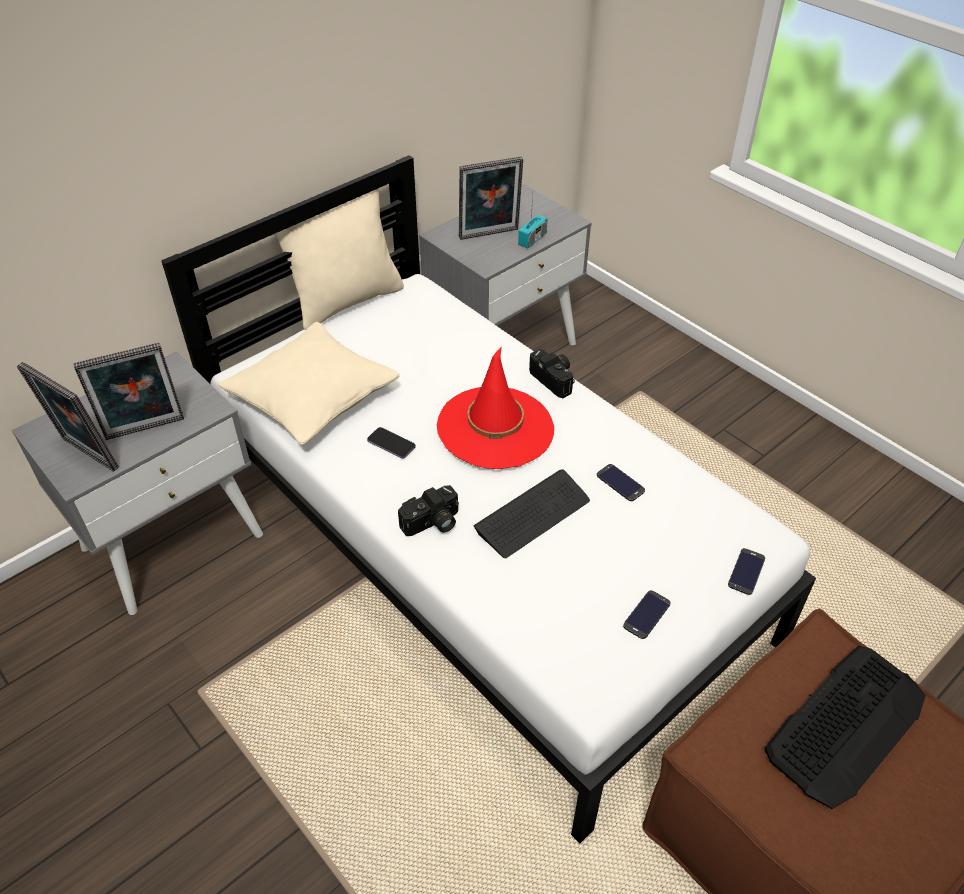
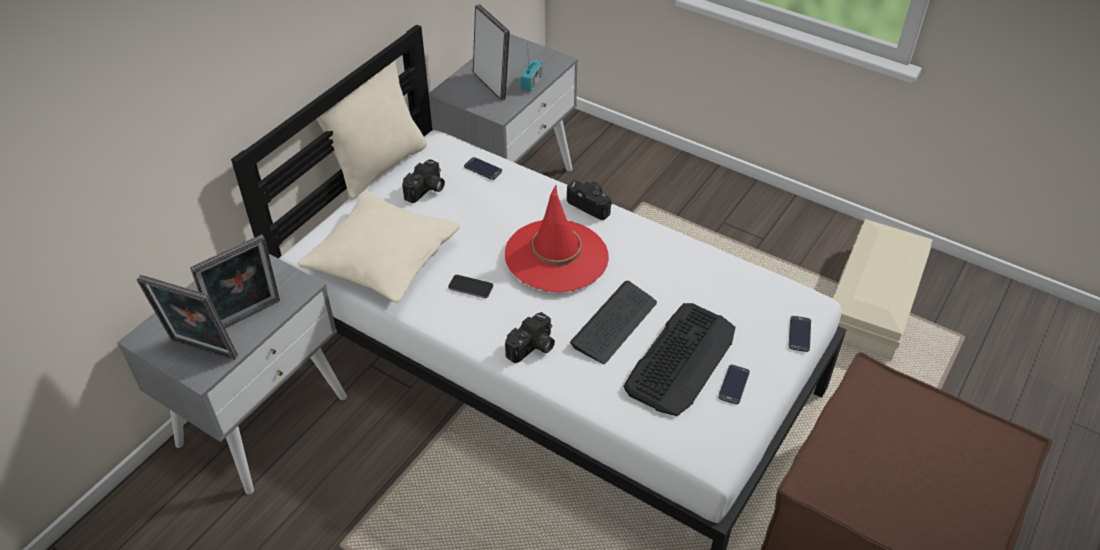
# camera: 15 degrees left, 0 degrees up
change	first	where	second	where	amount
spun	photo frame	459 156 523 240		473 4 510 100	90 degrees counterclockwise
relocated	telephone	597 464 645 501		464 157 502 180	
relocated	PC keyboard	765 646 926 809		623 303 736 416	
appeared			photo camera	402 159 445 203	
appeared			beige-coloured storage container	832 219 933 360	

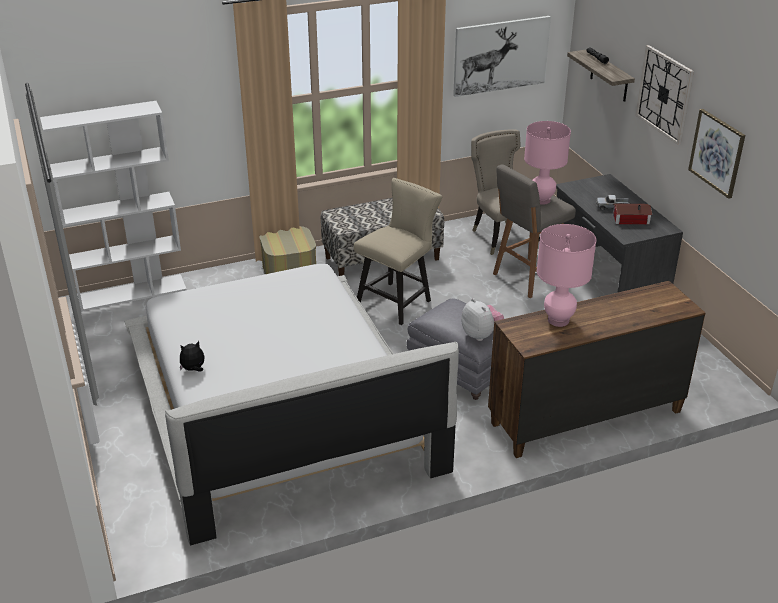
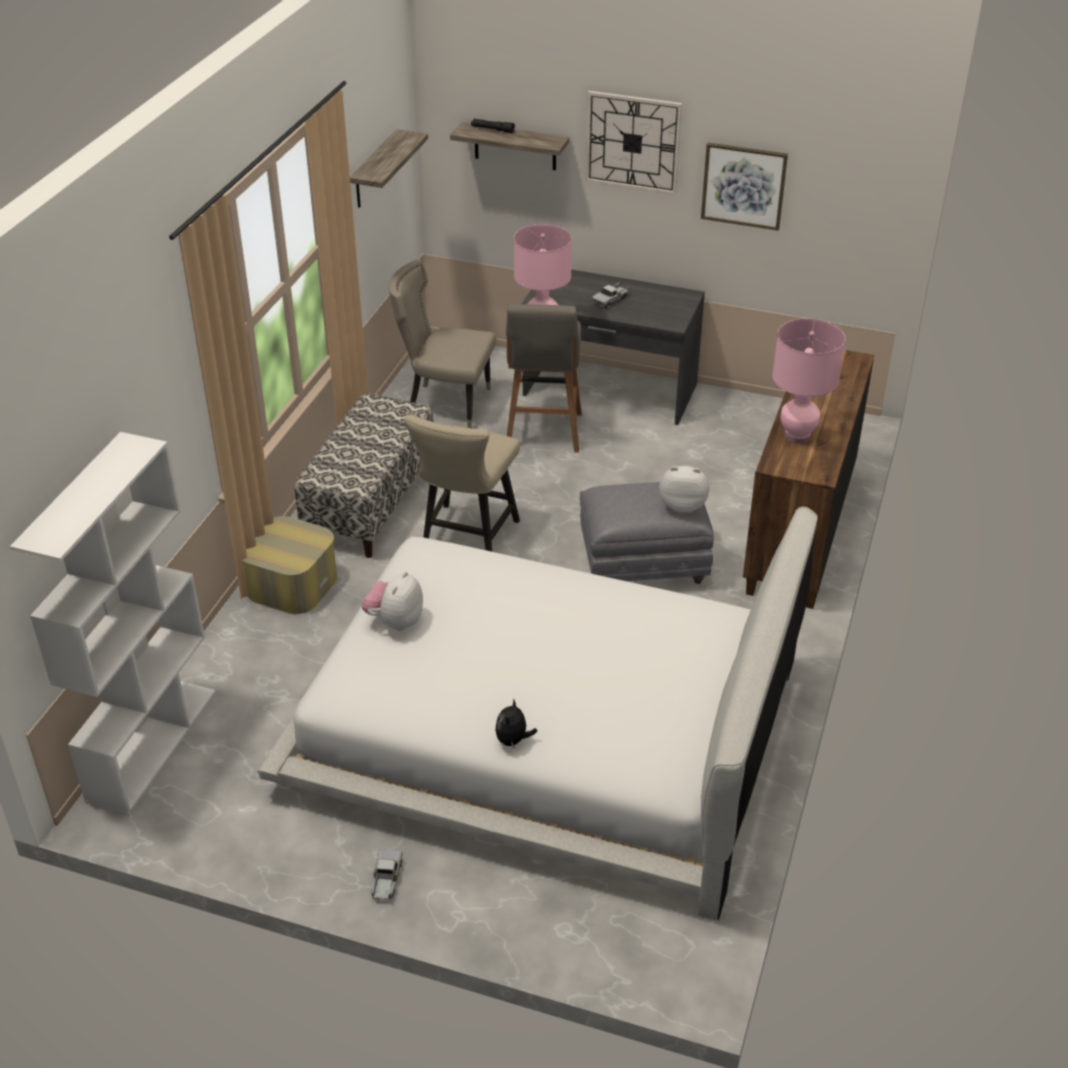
# camera: 50 degrees left, 5 degrees up
change	first	where	second	where	amount
exchanged	wall picture	453 16 551 97	shelf	350 129 428 208	
spun	beige-coloured upright chair	354 178 442 325		403 414 520 552	150 degrees counterclockwise
missing	toy house	613 204 652 225			
appeared			cuddly toy	362 572 423 631	
appeared			toy truck	371 849 403 901	

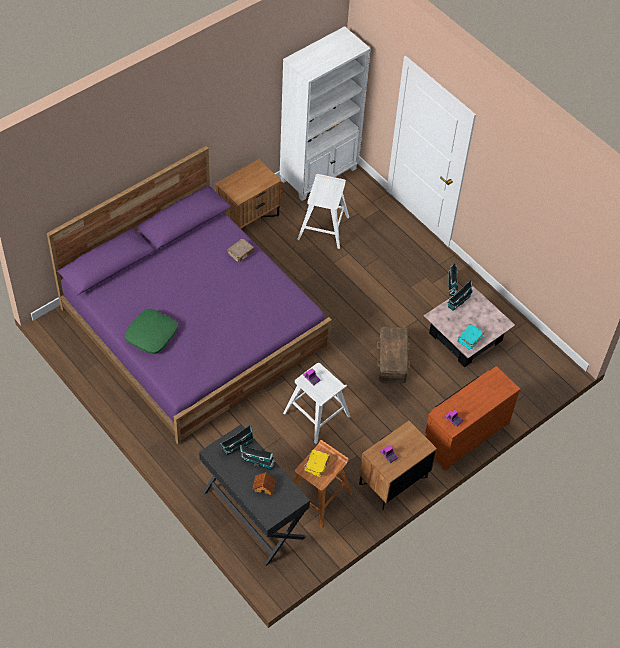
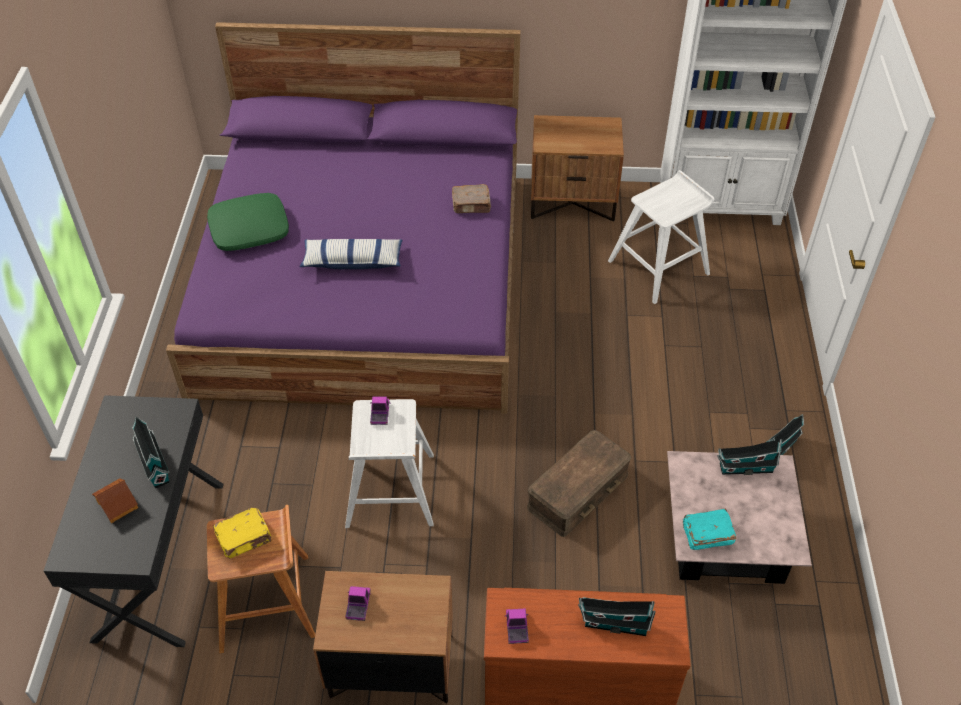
# camera: 45 degrees right, 5 degrees down
change	first	where	second	where	amount
relocated	toy house	220 425 254 455		578 597 656 636	
appeared			cushion	299 239 402 269	

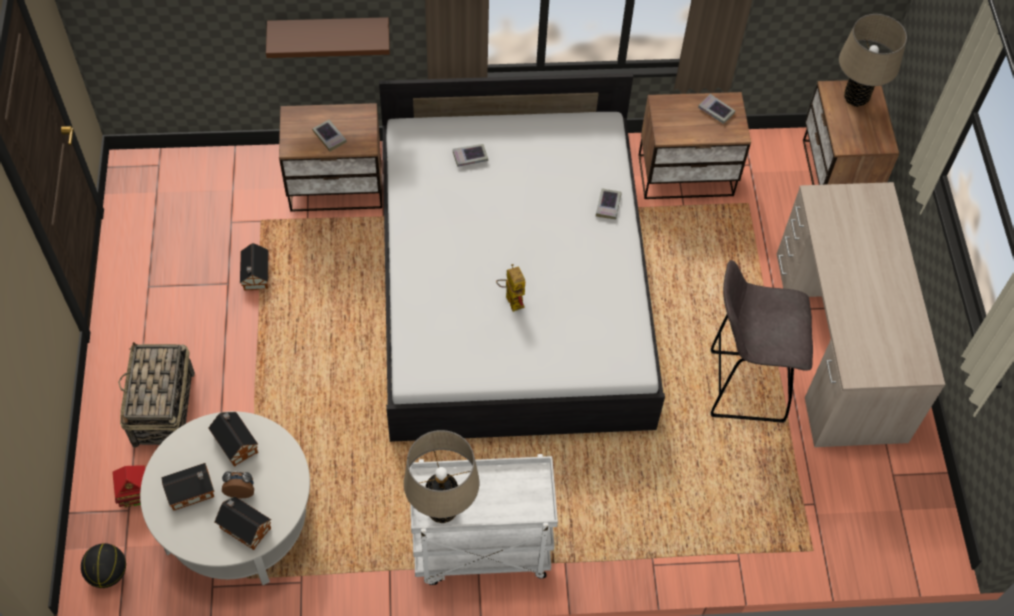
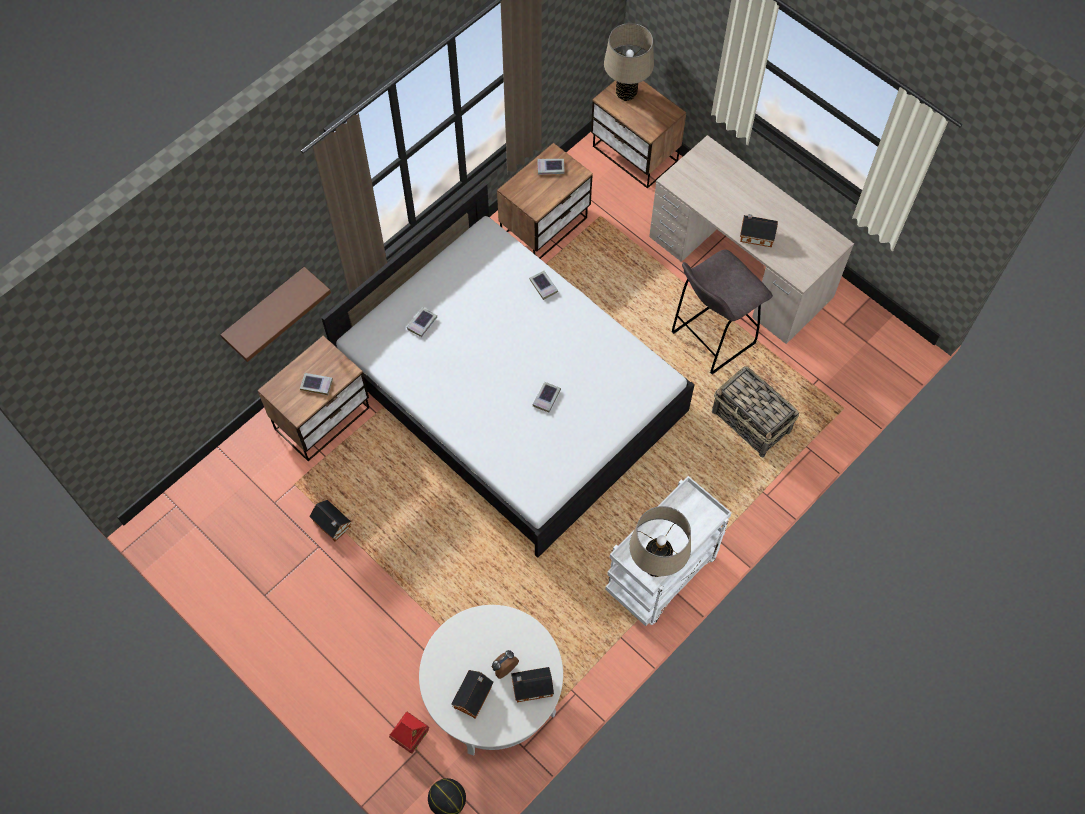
# camera: 40 degrees left, 5 degrees up
change	first	where	second	where	amount
exchanged	robot figure	496 264 525 312	book	533 382 561 412	
relocated	storage basket	118 342 195 447		712 367 799 457	
relocated	toy house	208 412 258 467		740 214 778 247	

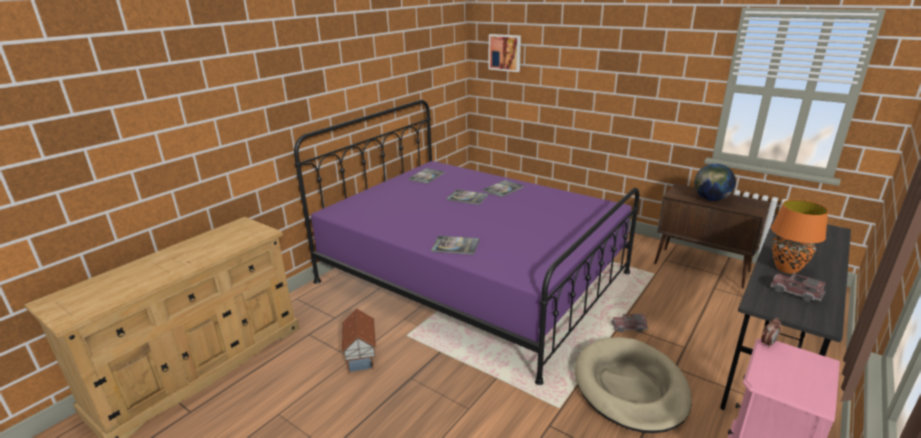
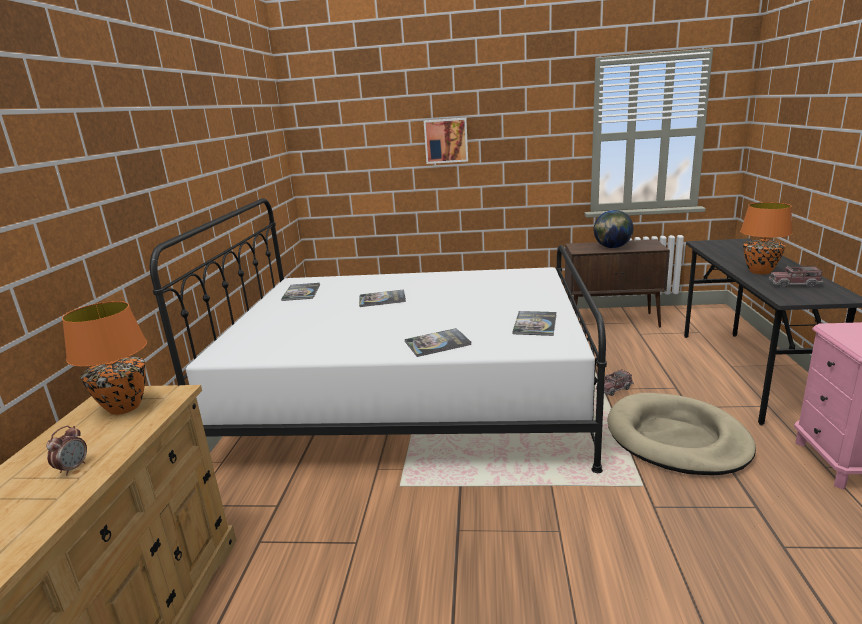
# camera: 30 degrees left, 5 degrees down
change	first	where	second	where	amount
relocated	wall picture	489 34 521 72		424 118 468 164	
colour	purplish bedroom bed	294 100 639 385	white bedroom bed	150 198 607 473	
relocated	book	483 180 524 197		512 311 557 336	
missing	toy house	341 308 377 373			
relocated	table clock	761 318 781 348		46 426 87 476	
appeared			orange-coloured tabletop lamp	62 301 147 415	

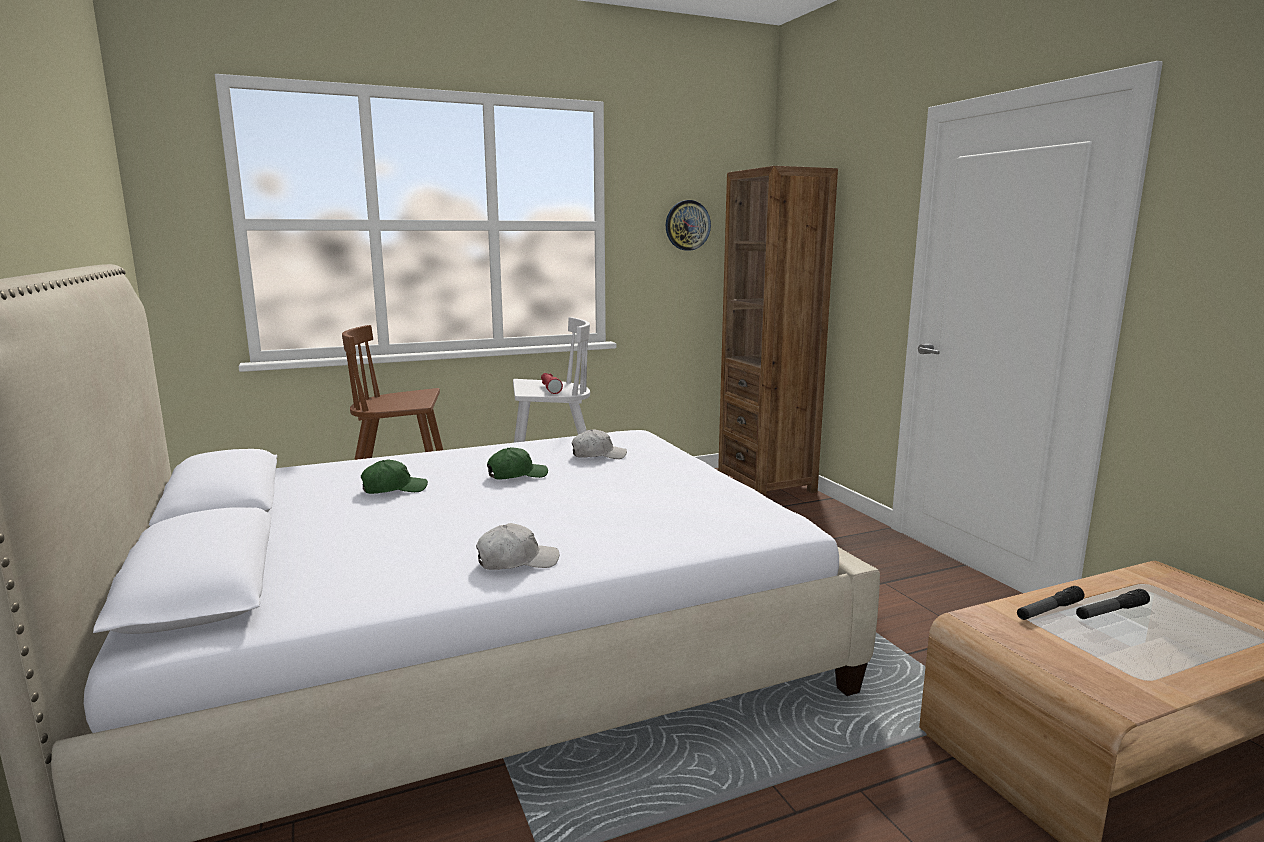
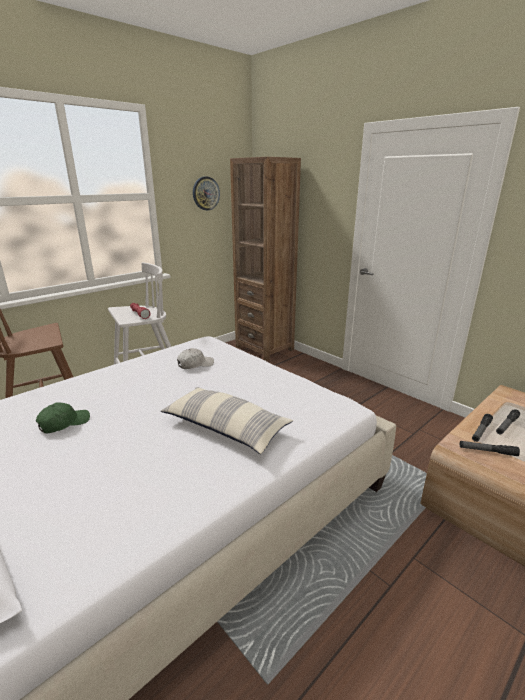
# camera: 20 degrees left, 10 degrees up
change	first	where	second	where	amount
missing	green-coloured baseball cap	487 447 548 480			
missing	white baseball cap	476 523 559 570			
appeared			cushion	161 387 293 454	
appeared			torch	460 441 520 456	

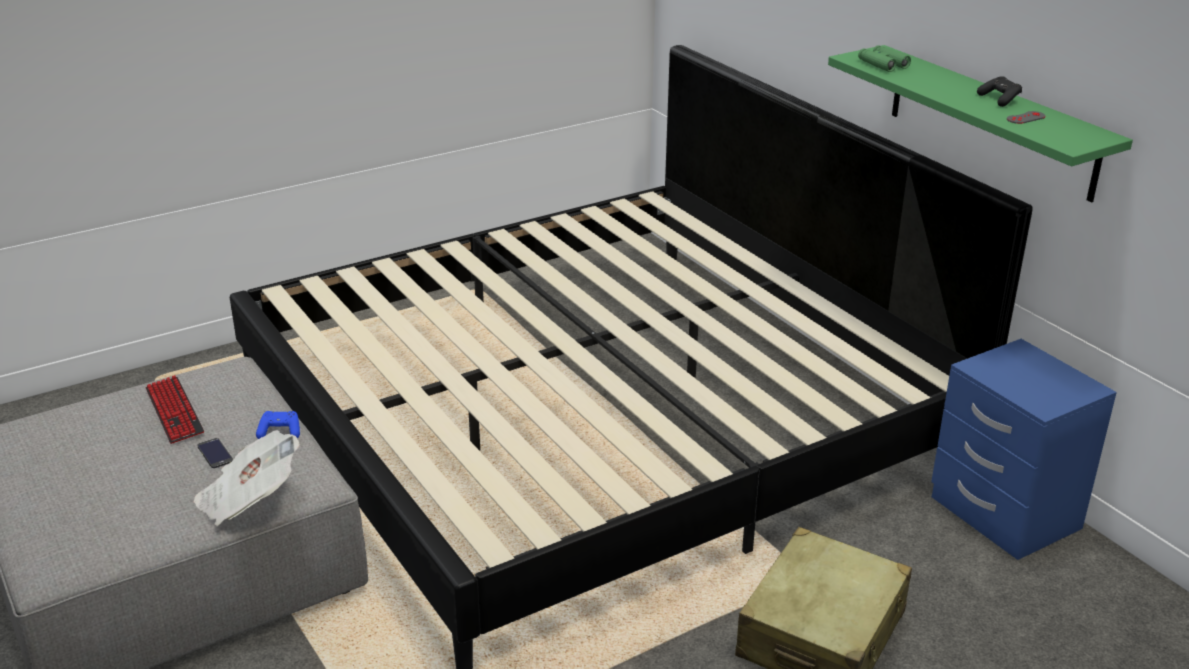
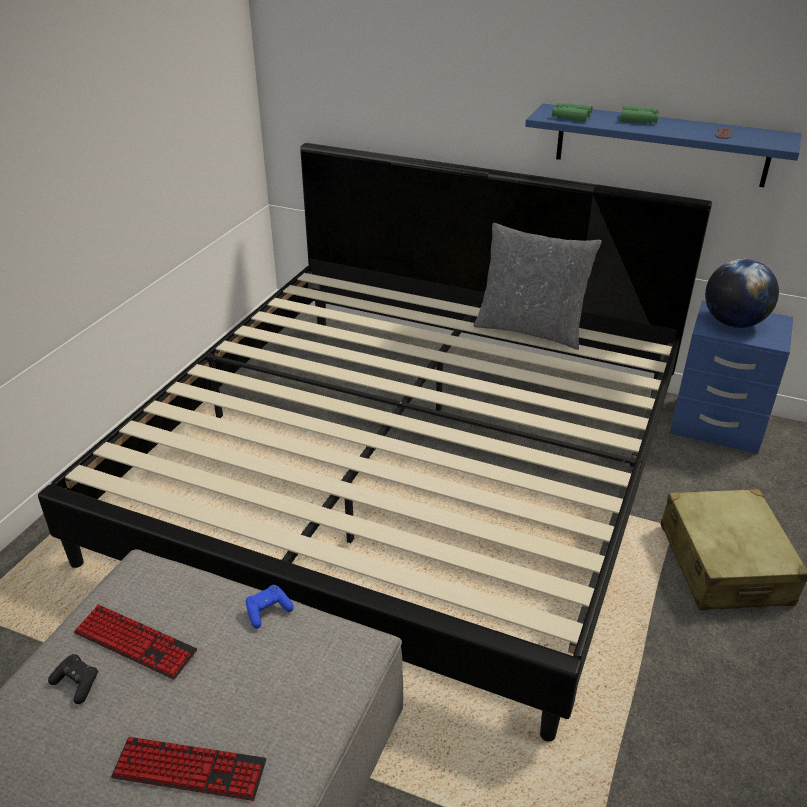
# camera: 35 degrees left, 5 degrees up
change	first	where	second	where	amount
colour	green-coloured shelf	828 45 1133 203	blue shelf	525 104 802 187	
relocated	black joypad	977 76 1022 107		48 654 98 704	
missing	newspaper	194 430 300 526			
missing	telephone	197 438 233 468			
appeared			green-coloured pair of binoculars	620 105 659 123	
appeared			greyish cushion	474 223 602 350	
appeared			desk globe	705 259 779 328	
appeared			PC keyboard	111 737 266 801	

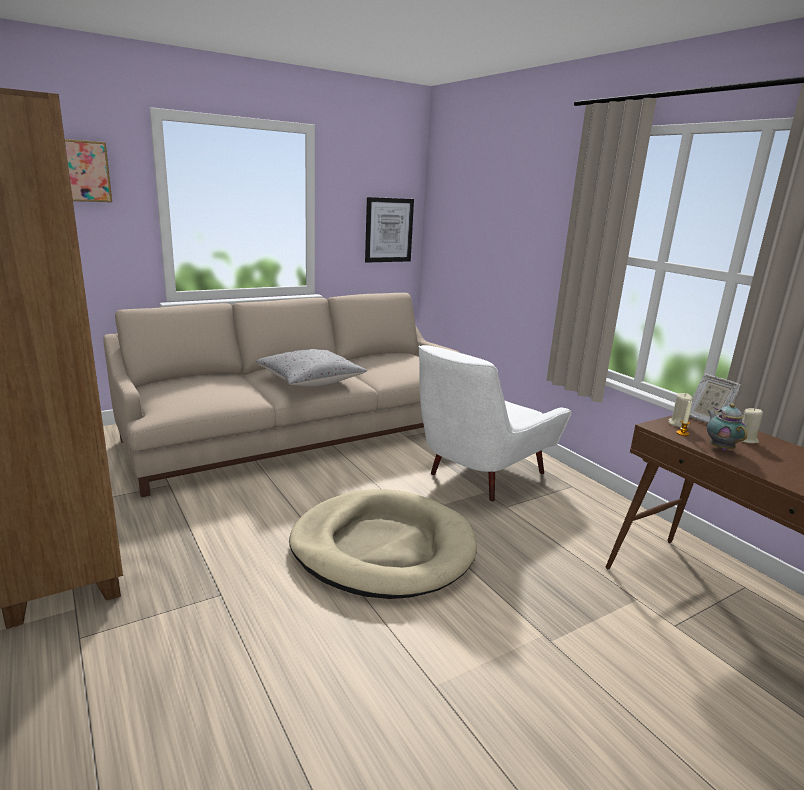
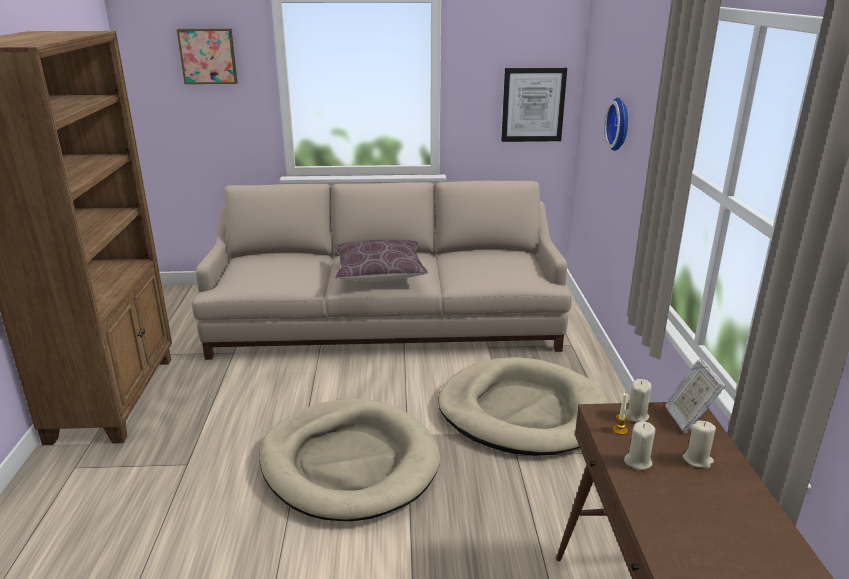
# camera: 30 degrees right, 5 degrees up
change	first	where	second	where	amount
exchanged	white easy chair	418 345 572 501	beige-coloured dog bed	438 357 608 456	
colour	greyish cushion	256 349 367 387	brown-coloured cushion	335 239 428 282	
exchanged	pot for tea	707 404 748 451	beige-coloured wax candle	624 421 655 470	
appeared			clock on the wall	604 98 628 151	

